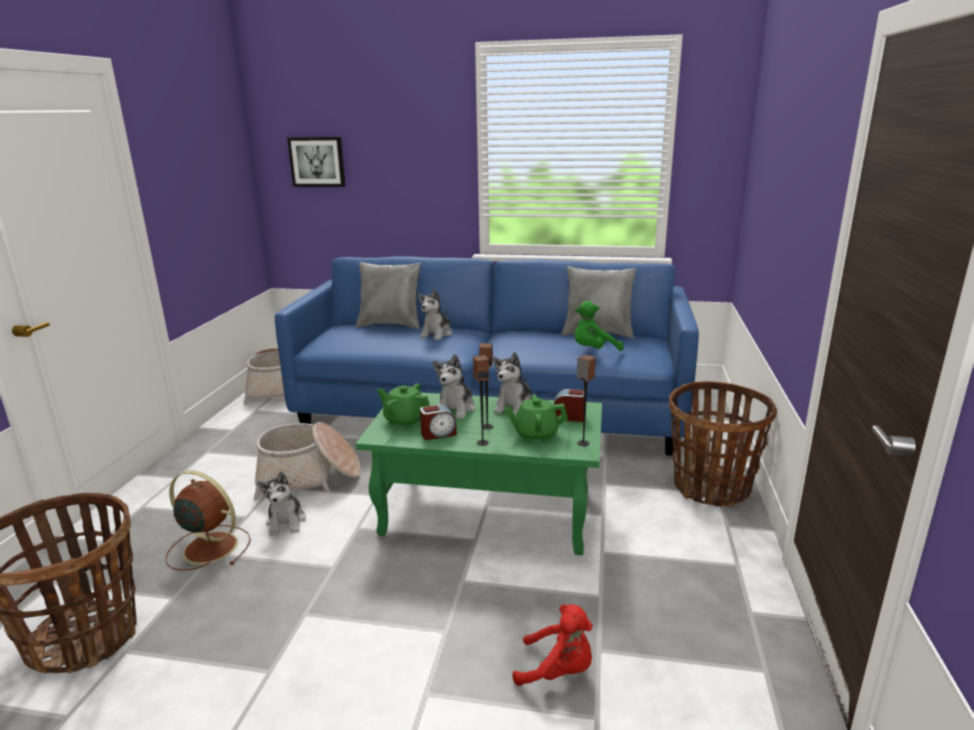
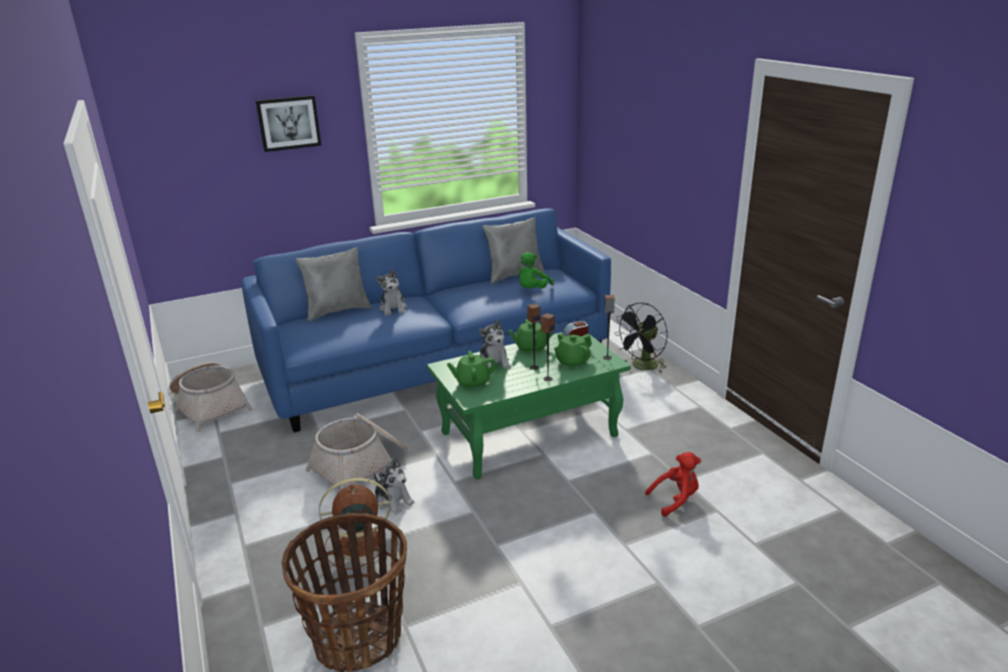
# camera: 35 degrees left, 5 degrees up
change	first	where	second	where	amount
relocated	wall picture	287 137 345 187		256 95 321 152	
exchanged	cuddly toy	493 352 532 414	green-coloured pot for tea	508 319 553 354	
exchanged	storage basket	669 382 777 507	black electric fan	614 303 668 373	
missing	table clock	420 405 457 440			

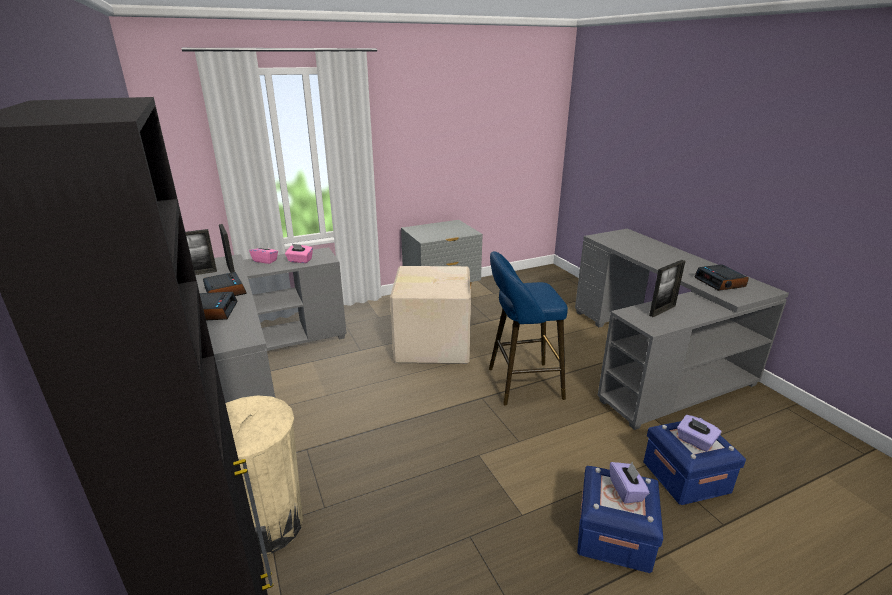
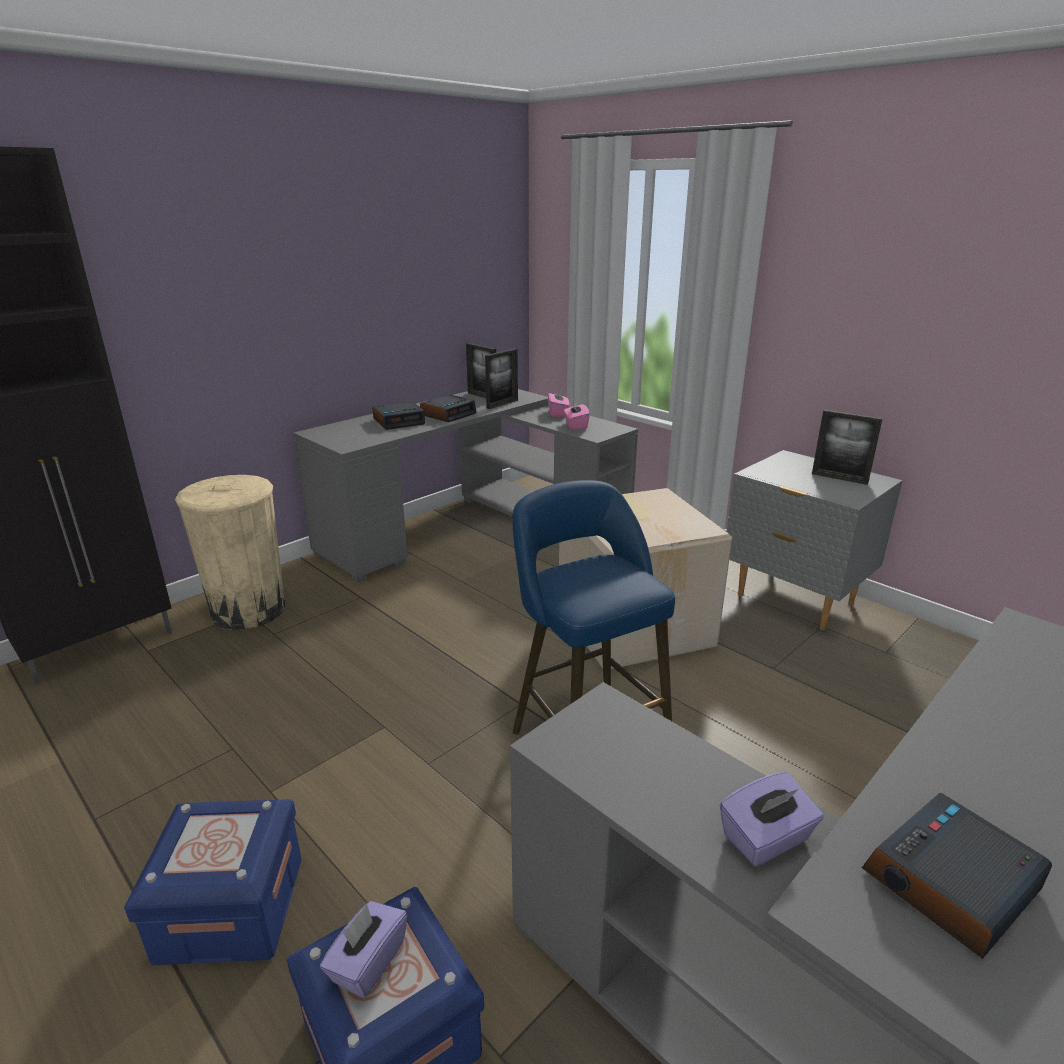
# camera: 70 degrees right, 0 degrees up
change	first	where	second	where	amount
relocated	photo frame	649 260 685 317		812 409 883 485	
relocated	purplish tissue holder	610 462 649 503		720 772 824 866	

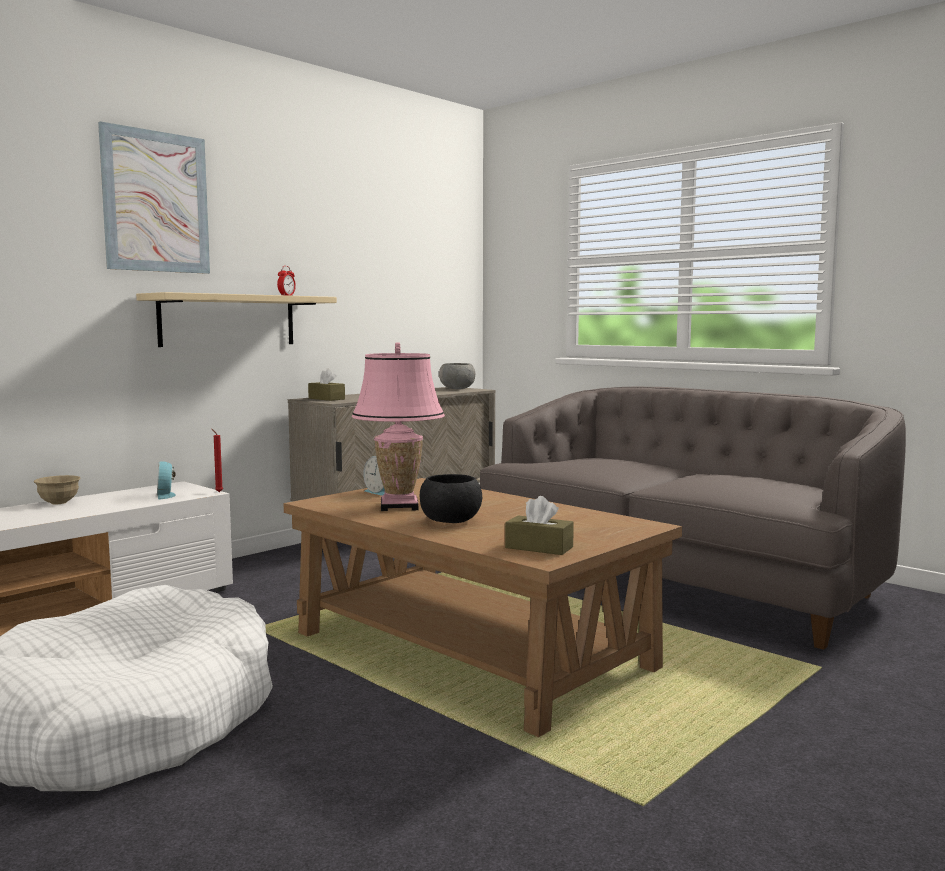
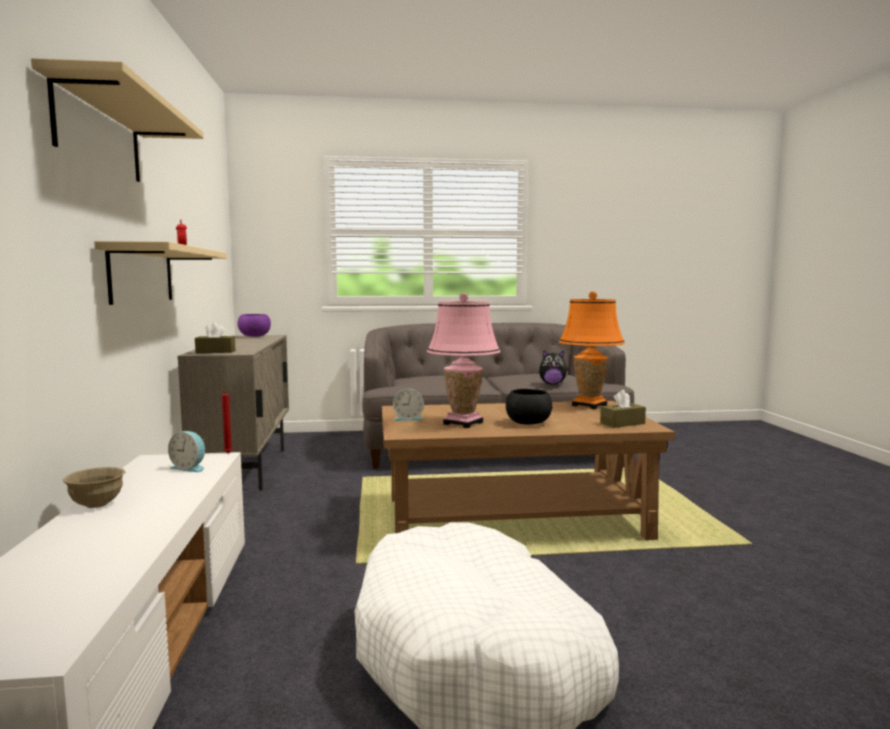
# camera: 50 degrees left, 0 degrees up
change	first	where	second	where	amount
exchanged	wall picture	98 121 210 274	beige-coloured shelf	31 58 204 182	
colour	greyish deep dish	439 363 475 389	purplish deep dish	238 314 271 337	
appeared			orange-coloured tabletop lamp	559 291 625 409	
appeared			cuddly toy	539 350 568 385	

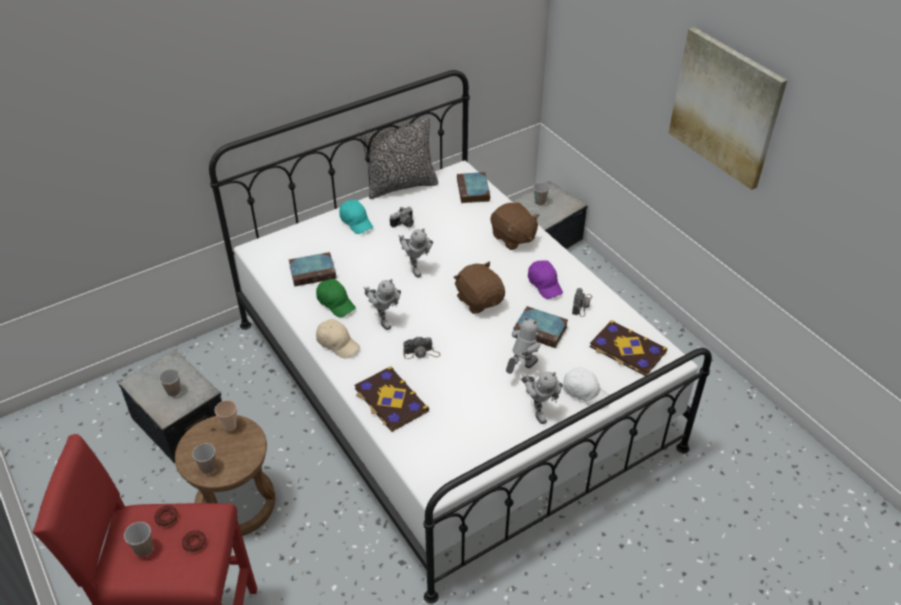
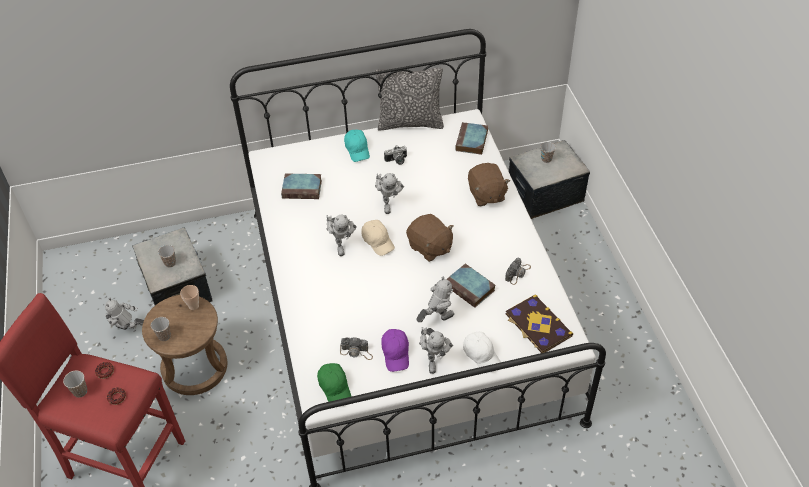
# camera: 20 degrees right, 5 degrees up
change	first	where	second	where	amount
missing	wall picture	669 27 787 190			
relocated	purplish baseball cap	528 260 563 299		381 329 409 372	
spun	brown-coloured cuddly toy	453 261 505 314		406 214 454 262	150 degrees clockwise
relocated	green-coloured baseball cap	316 279 356 317		317 363 352 402	
relocated	beige-coloured baseball cap	316 319 360 358		361 220 395 256	
relocated	photo camera	403 336 440 359		340 337 373 360	
missing	book	355 366 429 432			
appeared			robot figure	105 298 144 330	

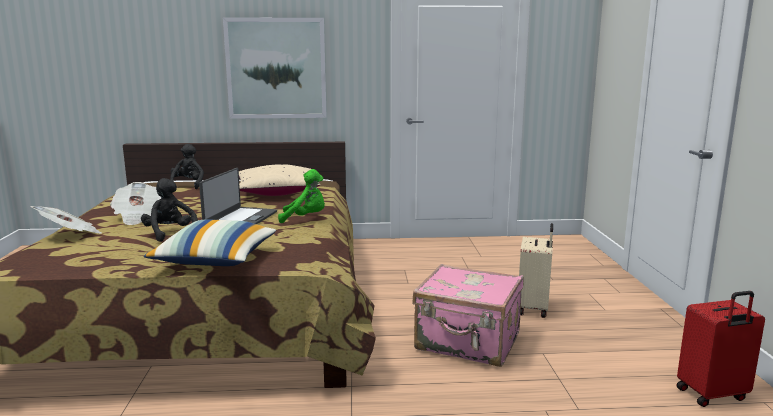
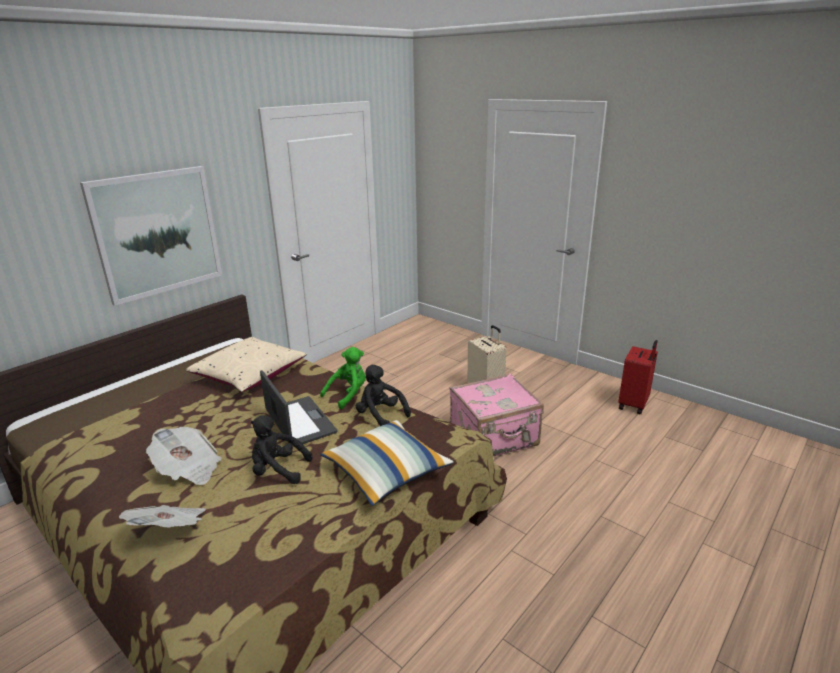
# camera: 45 degrees left, 10 degrees up
change	first	where	second	where	amount
relocated	black cuddly toy	170 144 204 189		356 365 411 426	

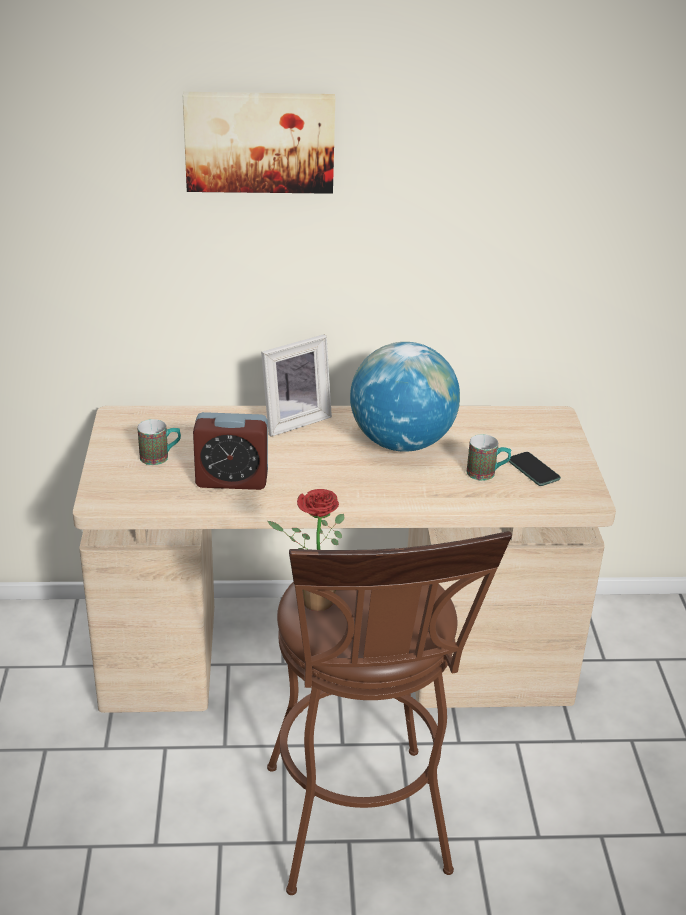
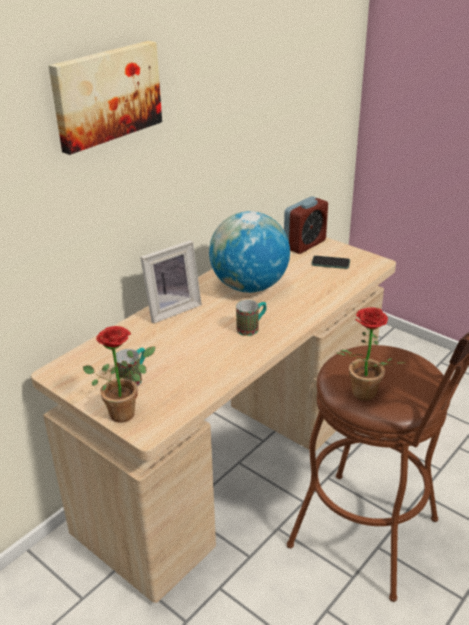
# camera: 45 degrees left, 0 degrees up
change	first	where	second	where	amount
spun	photo frame	261 334 332 437		140 240 202 324	45 degrees clockwise
relocated	table clock	193 412 268 490		284 196 328 254	
relocated	coffee mug	467 434 511 481		236 300 267 336	
appeared			houseplant	83 326 155 423	

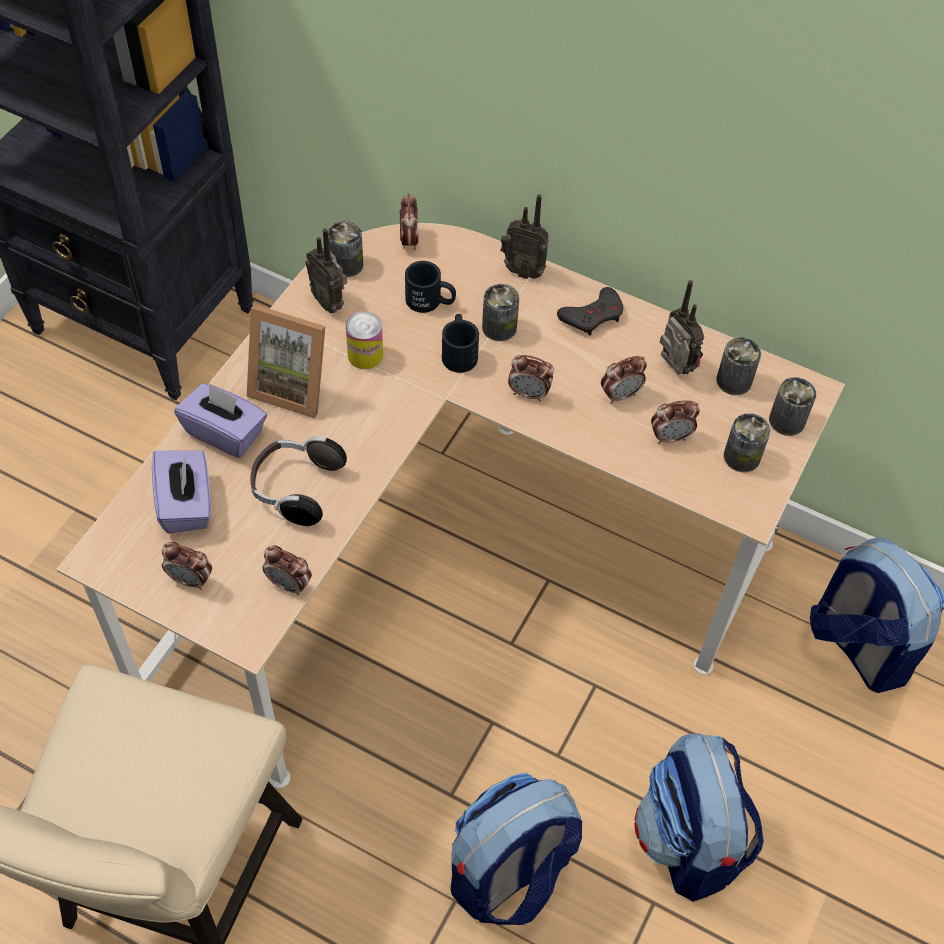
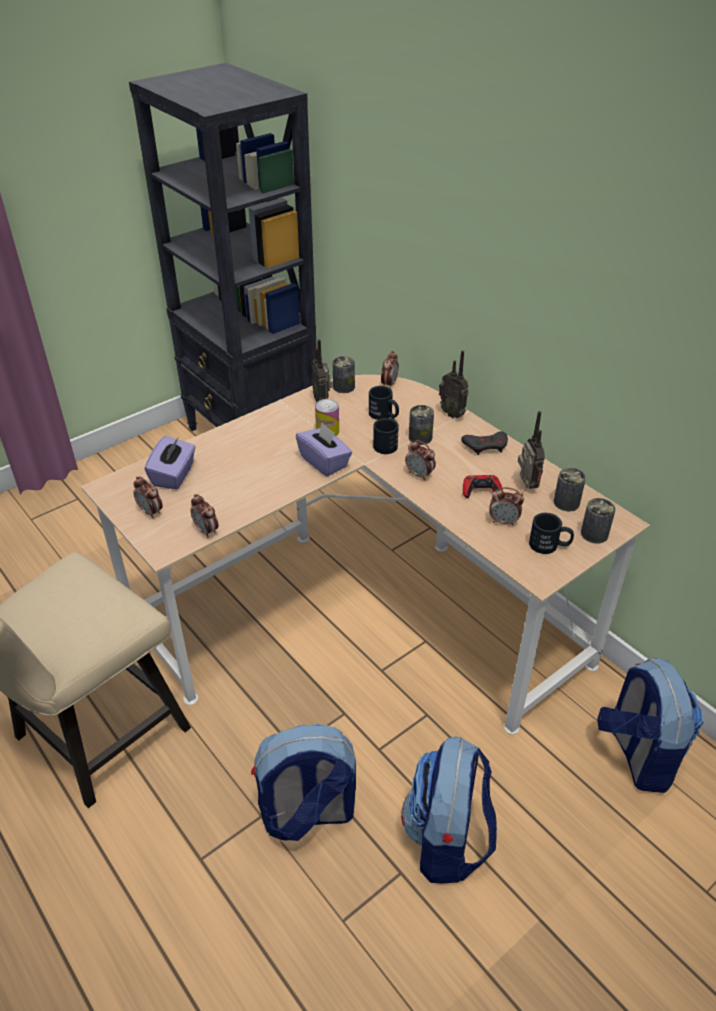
# camera: 25 degrees right, 15 degrees down
change	first	where	second	where	amount
missing	photo frame	247 305 325 418			
exchanged	table clock	601 356 647 404	red joypad	463 475 503 498	
relocated	purplish tissue holder	174 383 267 458		296 423 352 476	
exchanged	sealed can	724 413 771 472	black coffee mug	529 513 574 554	
missing	headset	250 436 347 526			

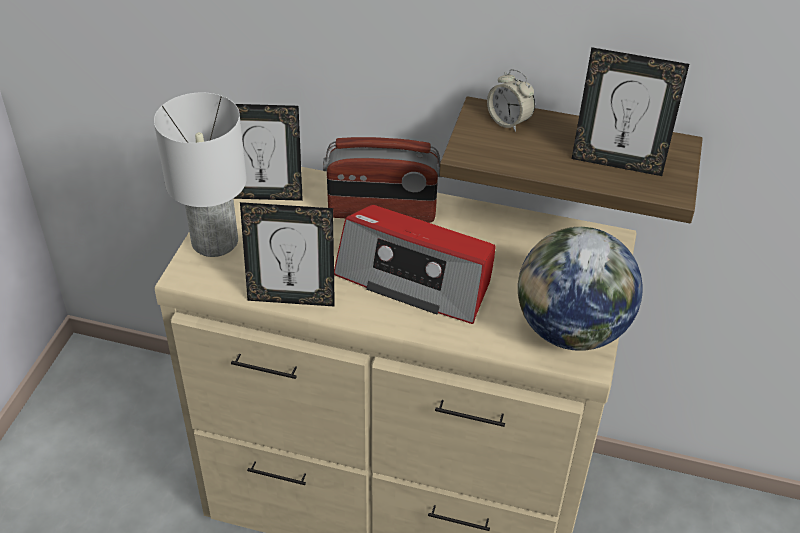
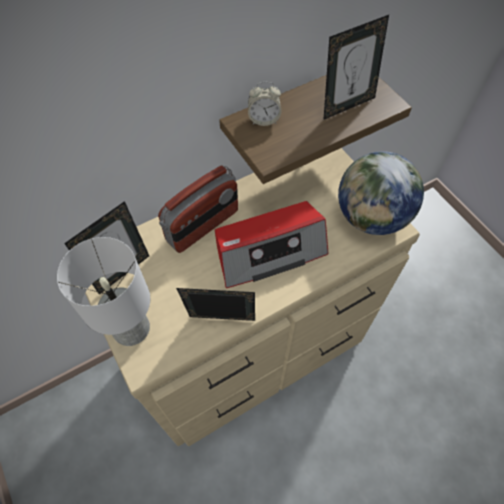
# camera: 45 degrees left, 15 degrees up
change	first	where	second	where	amount
spun	photo frame	240 202 335 307		176 288 255 321	135 degrees counterclockwise

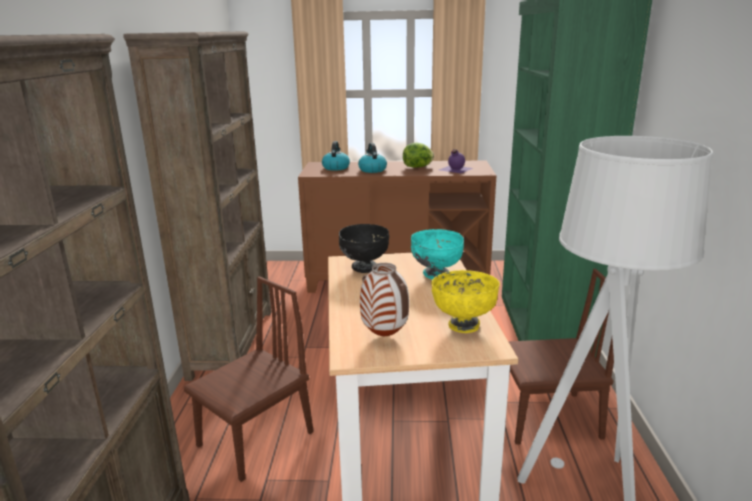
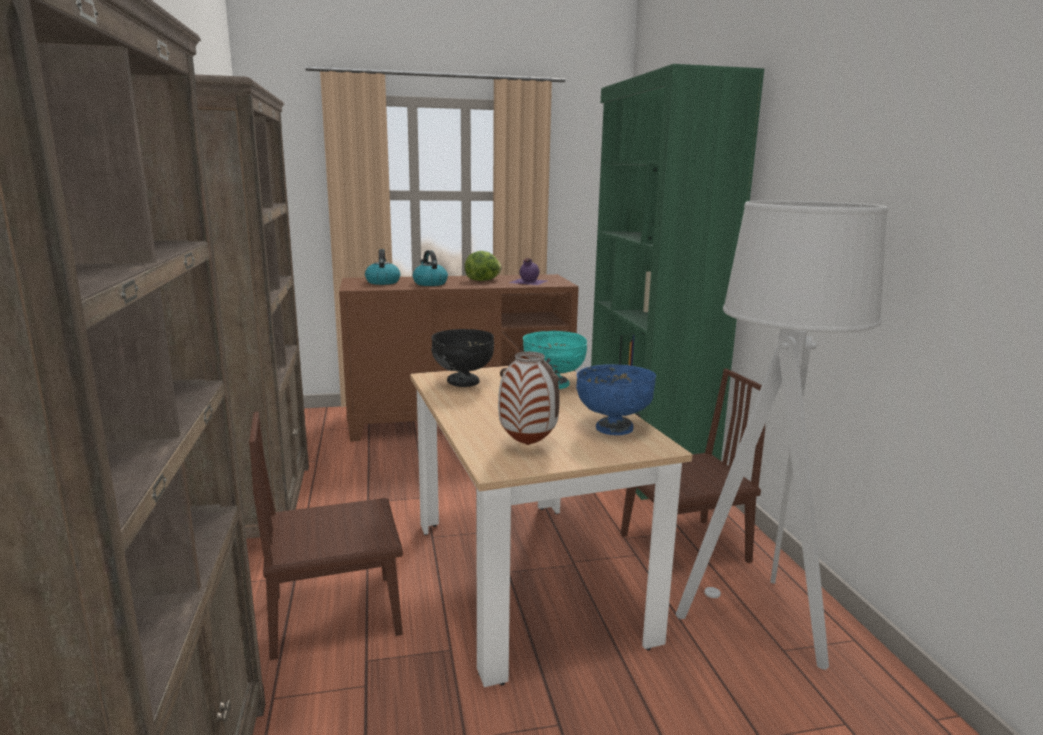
# camera: 15 degrees left, 5 degrees down
change	first	where	second	where	amount
colour	yellowish deep dish	431 270 500 333	blue deep dish	576 364 656 435	
spun	brown-coloured upright chair	184 276 314 482		249 412 403 660	135 degrees counterclockwise

